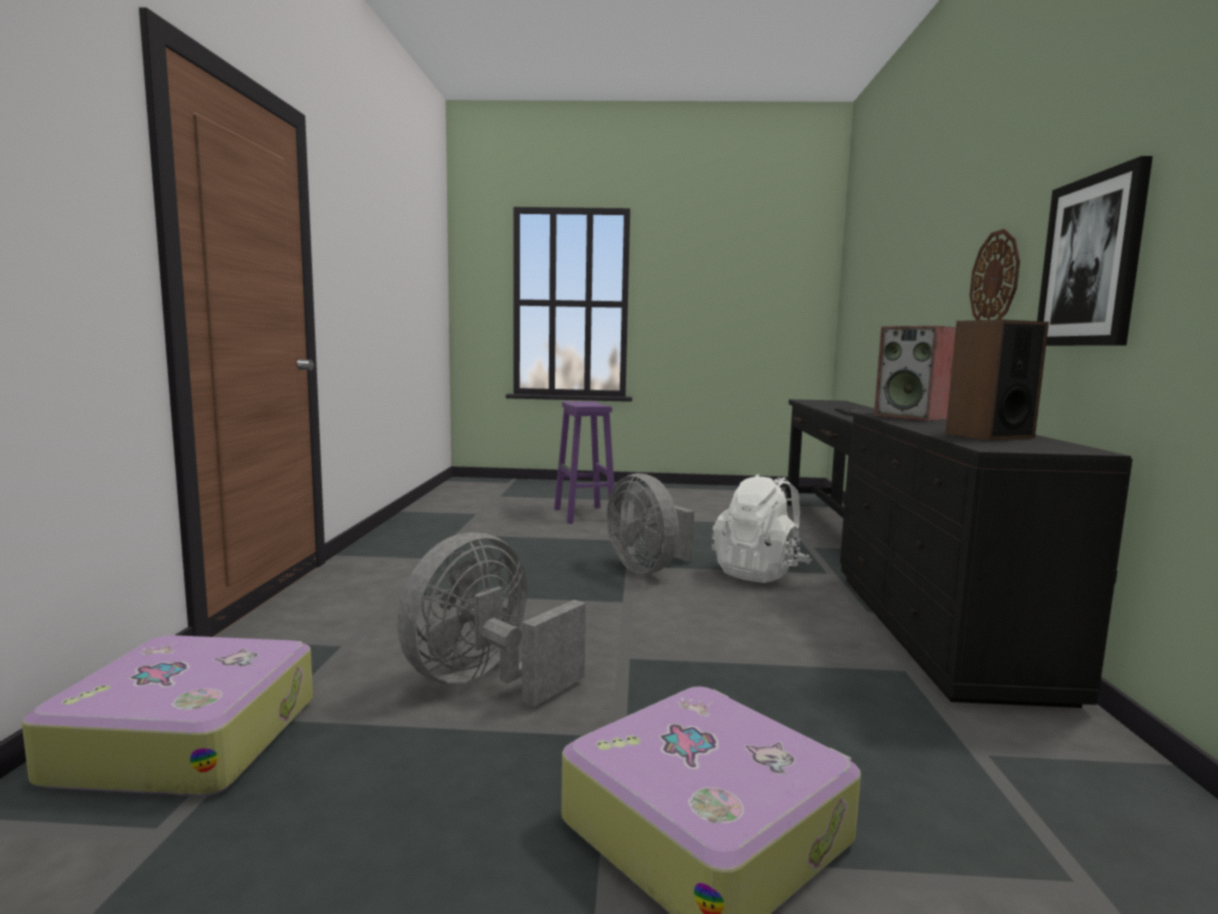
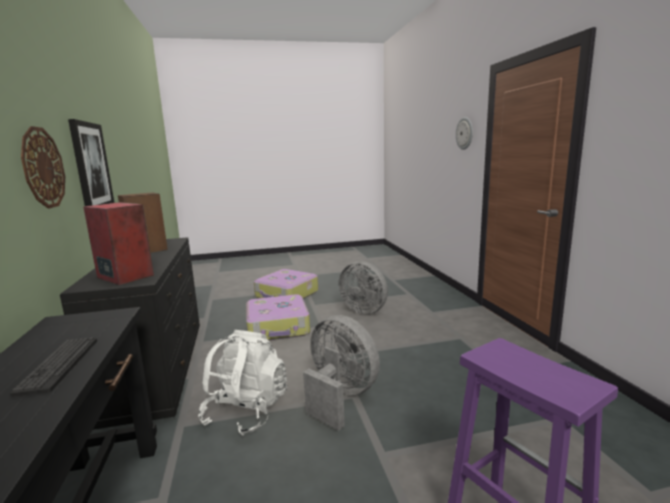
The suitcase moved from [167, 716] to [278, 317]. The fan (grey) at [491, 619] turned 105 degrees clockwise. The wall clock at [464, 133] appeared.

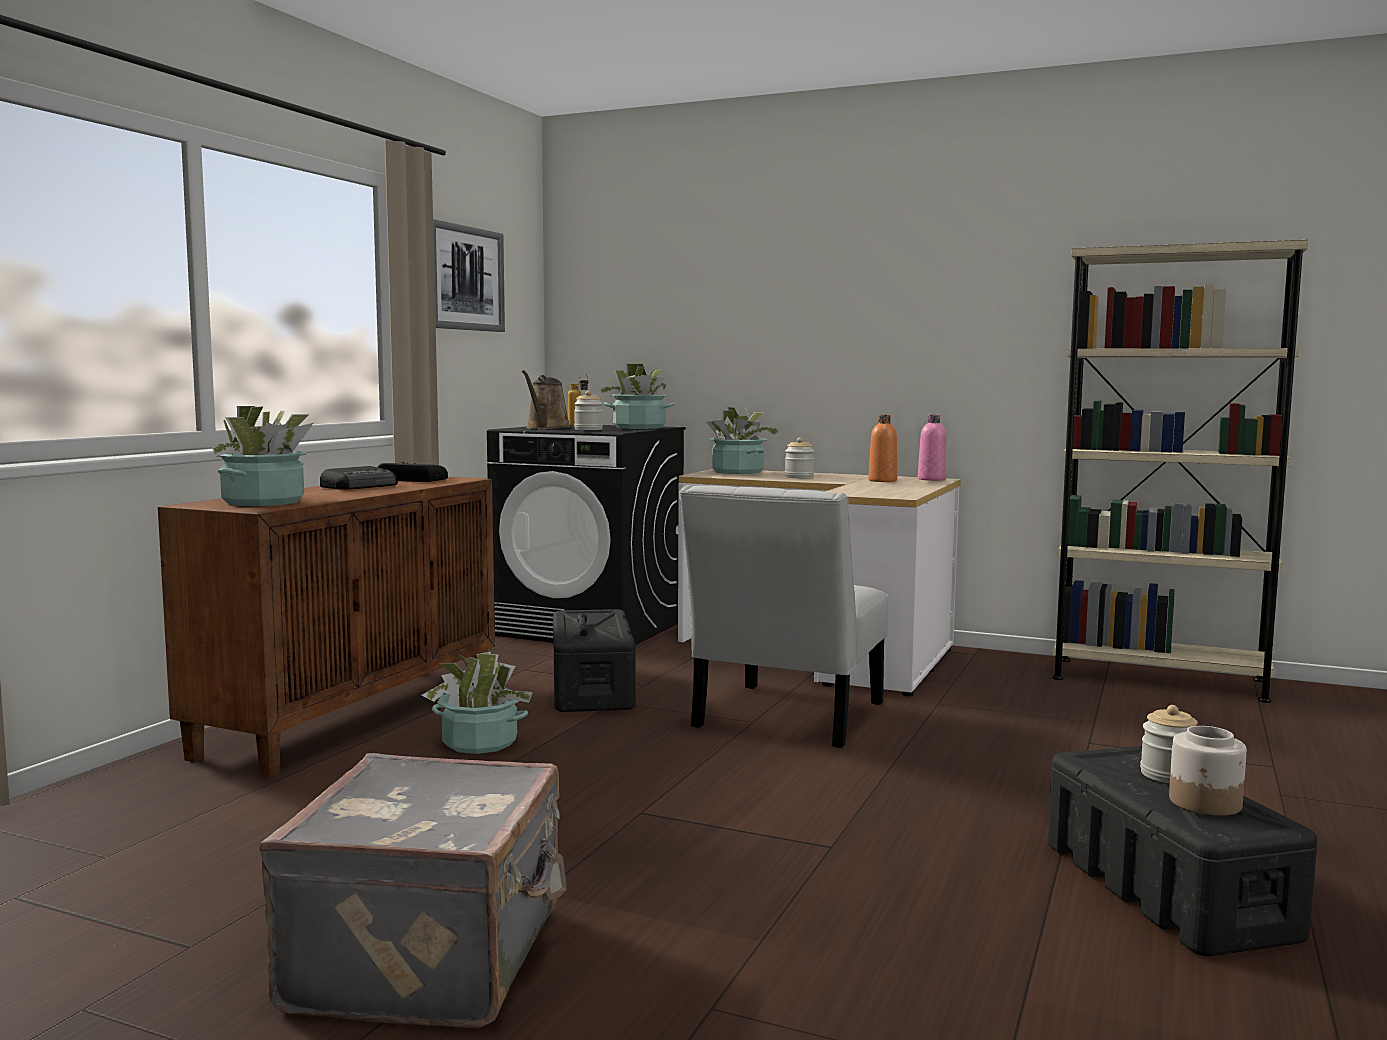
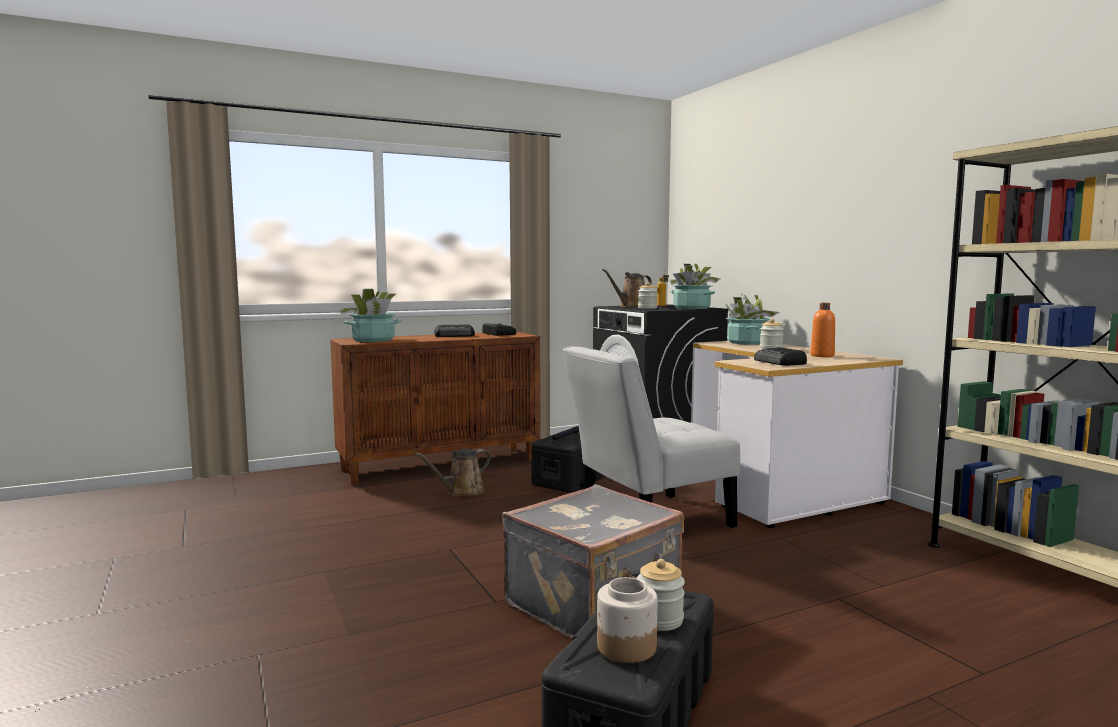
The suitcase (grey) moved from [413, 890] to [593, 561]. The potted plant at [477, 703] was replaced by the watering can (brown) at [453, 472]. The picture at [469, 275] disappeared. The bottle (pink) at [932, 447] disappeared. The radio at [780, 356] appeared.

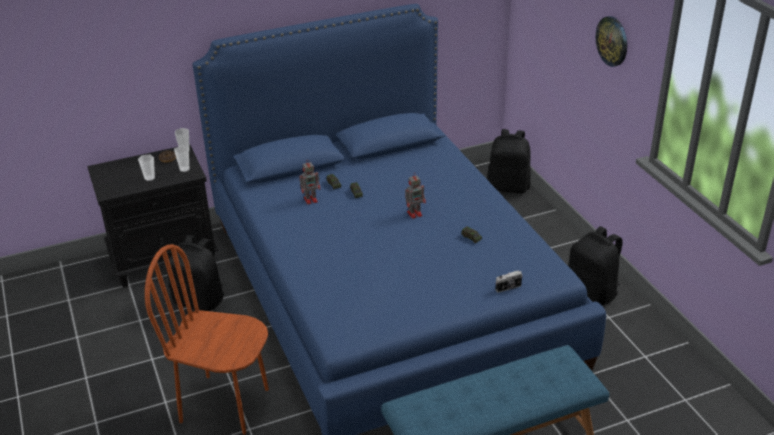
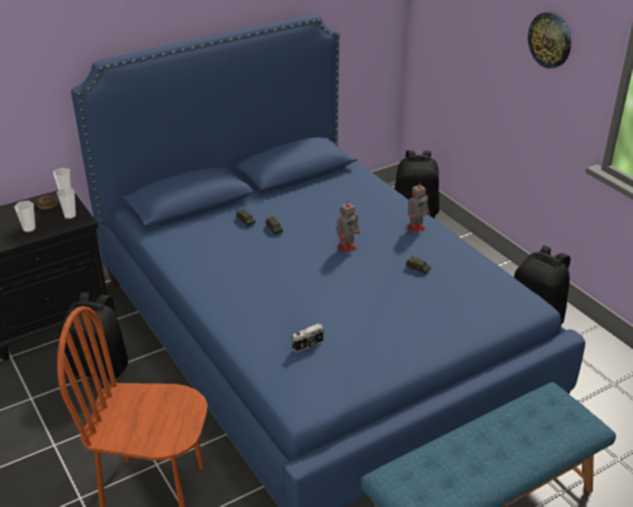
The toy robot moved from [309, 183] to [418, 208]. The photo camera moved from [509, 281] to [308, 338].

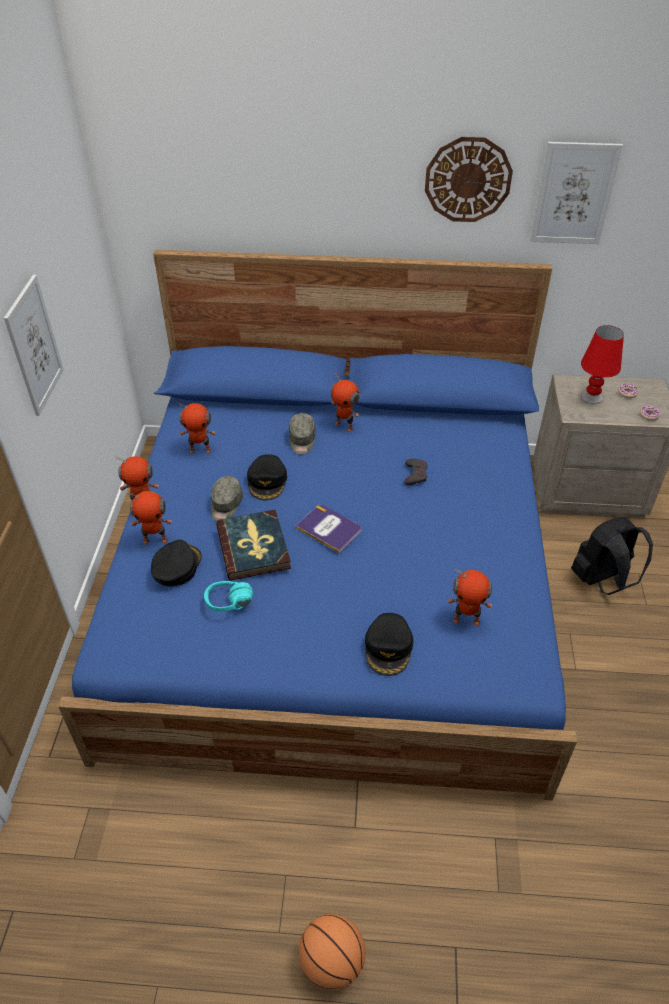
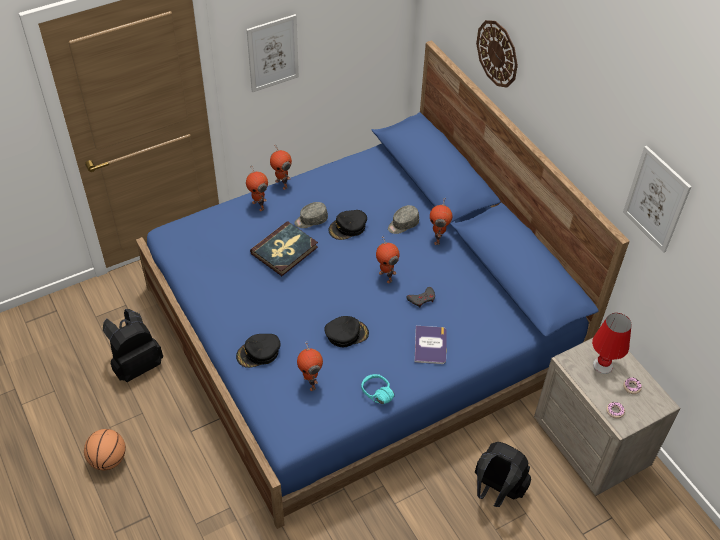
The cap (black) moved from [176, 563] to [346, 331]. The toy robot moved from [197, 426] to [388, 260]. The headphones (turquoise) moved from [228, 596] to [378, 389]. The book moved from [328, 529] to [431, 345]. The wall clock moved from [469, 179] to [497, 54]. The backpack (black) at [133, 345] appeared.

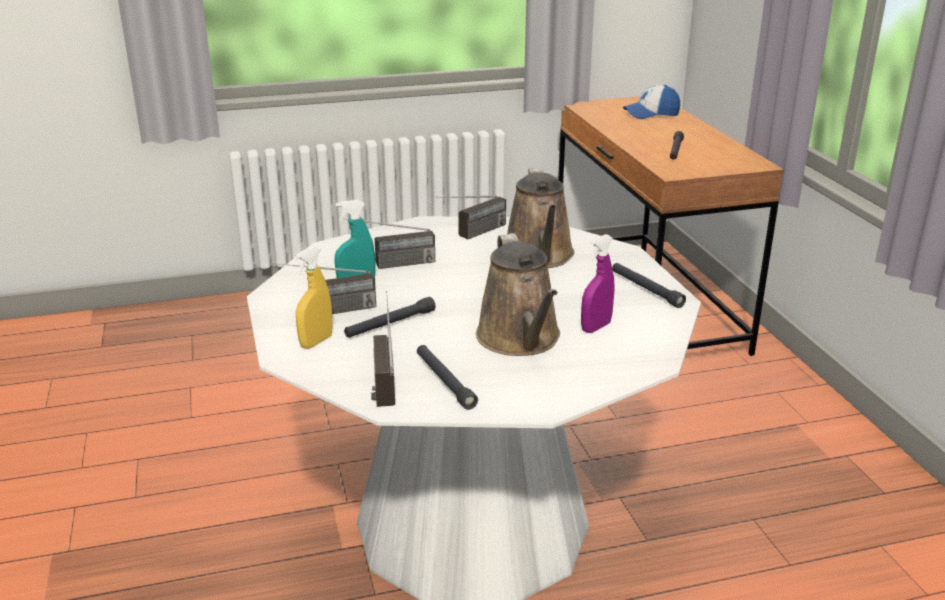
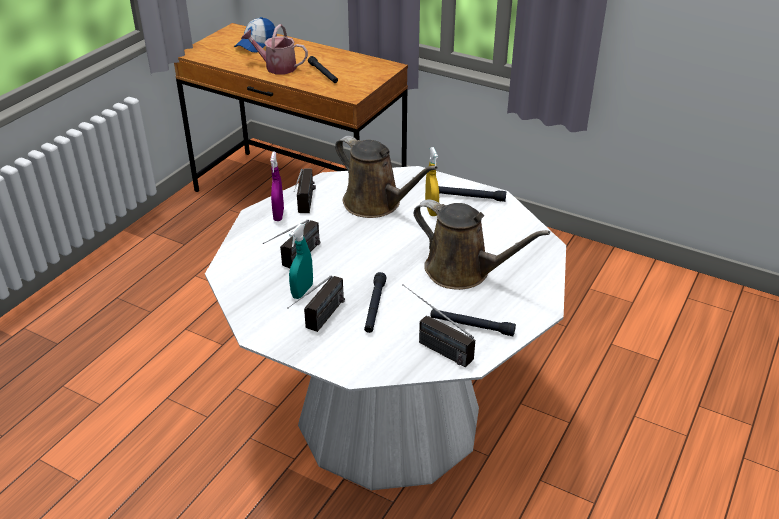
The spray bottle (yellow) moved from [314, 297] to [432, 181]. The spray bottle (purple) moved from [598, 283] to [277, 186]. The watering can at [274, 49] appeared.

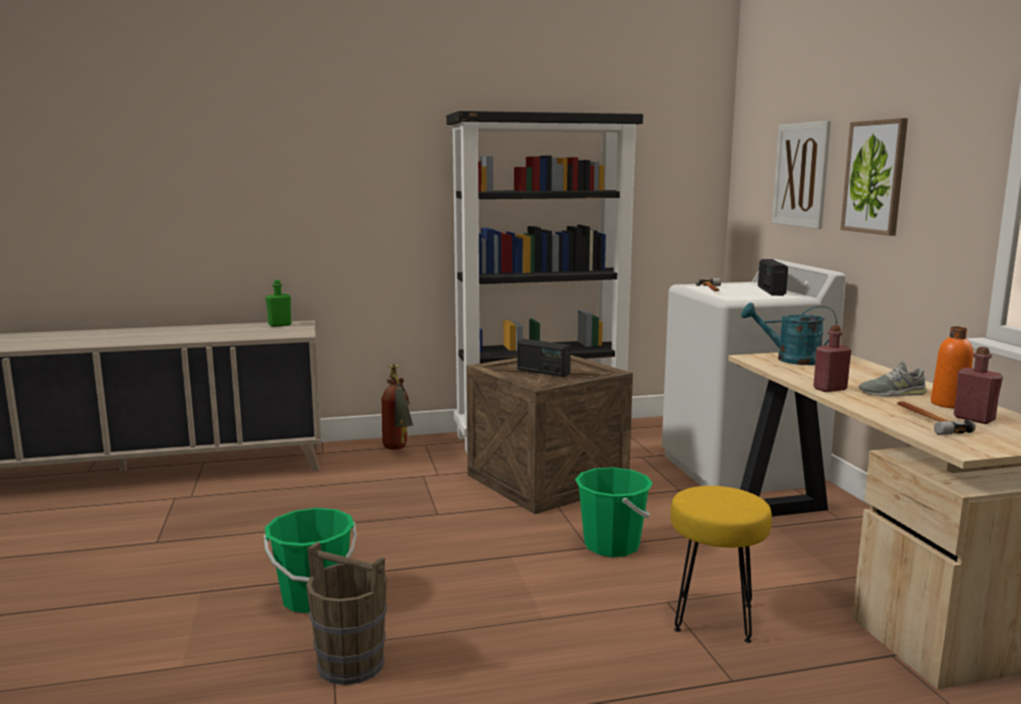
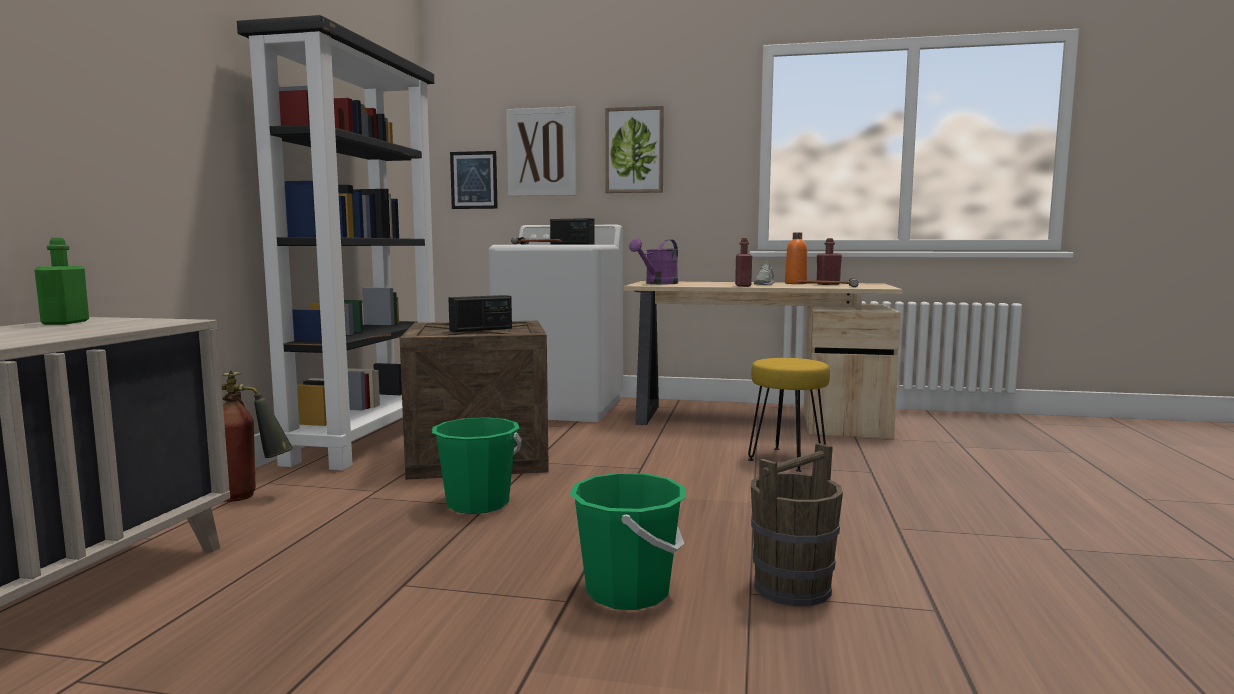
The bucket (green) moved from [614, 512] to [477, 465]. The watering can (turquoise) at [789, 334] became the watering can (purple) at [653, 261]. The picture at [474, 180] appeared.

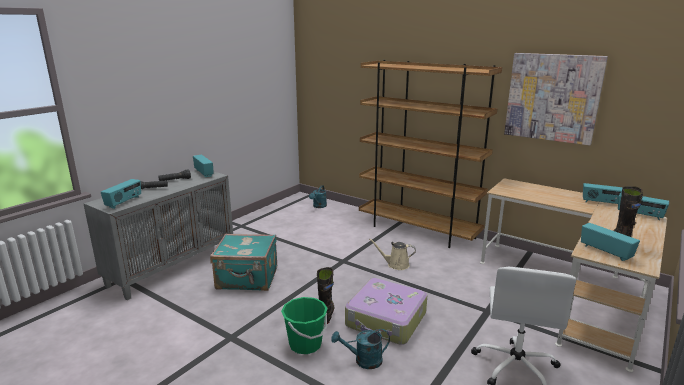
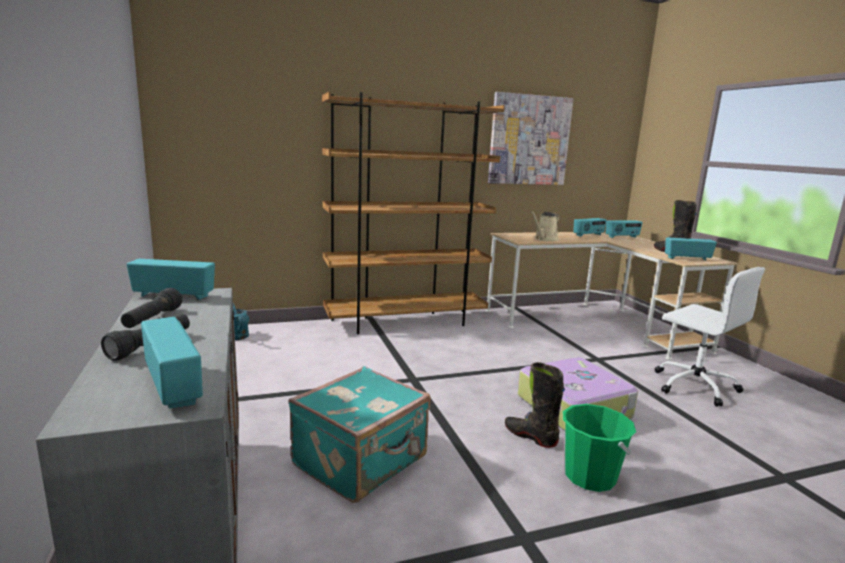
The watering can (turquoise) at [360, 349] disappeared. The watering can (beige) moved from [392, 254] to [544, 226].

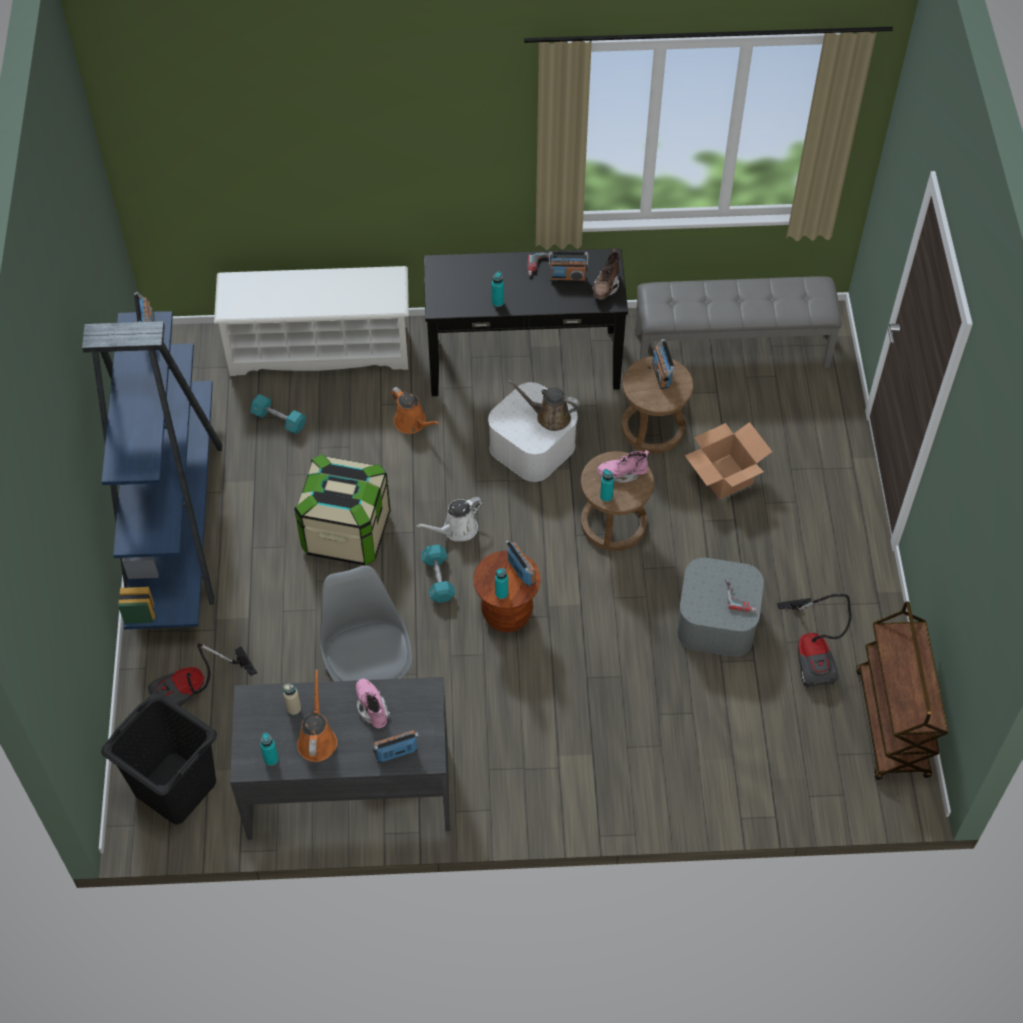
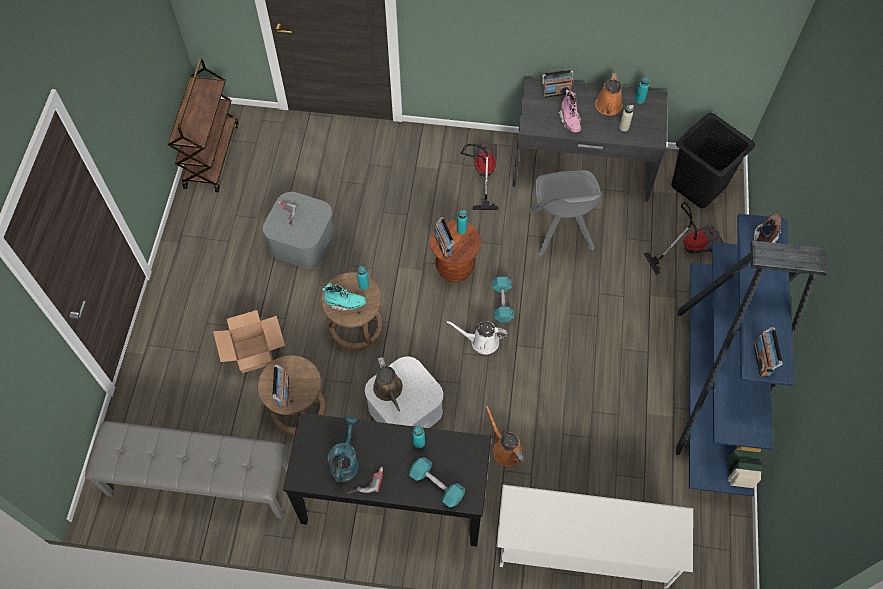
The dumbbell (turquoise) moved from [278, 414] to [437, 482]. The storage box at [342, 509] disappeared. The watering can (white) at [450, 519] turned 150 degrees counterclockwise. The watering can (brown) at [544, 405] turned 45 degrees clockwise. The radio at [568, 266] was replaced by the watering can (turquoise) at [343, 449]. The boot (brown) moved from [606, 274] to [768, 228]. The boot (pink) at [623, 466] became the boot (turquoise) at [344, 297]. The vacuum cleaner moved from [814, 641] to [479, 176].

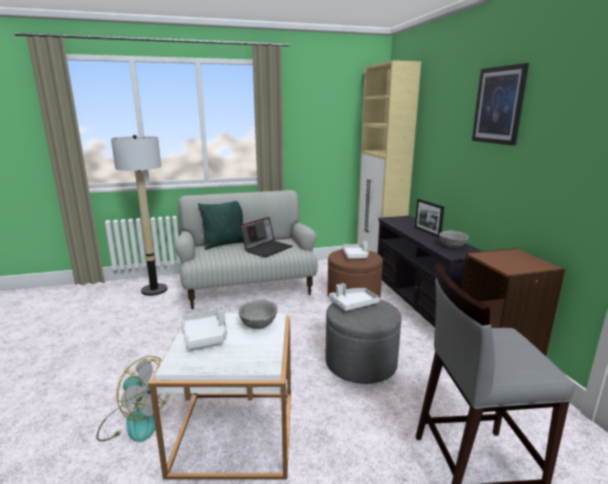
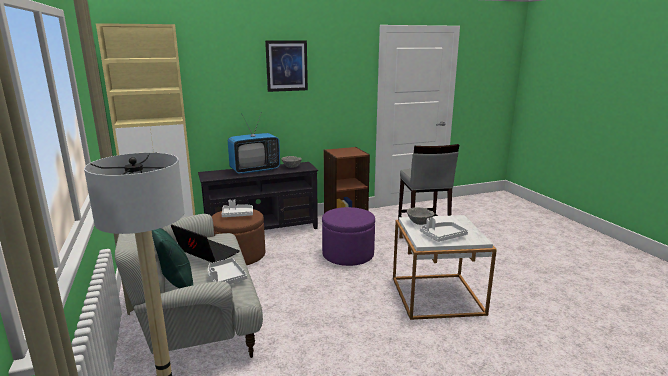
The fan at [133, 399] disappeared. The ottoman (grey) at [364, 341] became the ottoman (purple) at [348, 236]. The tray (white) moved from [354, 297] to [227, 271]. The picture frame at [429, 218] was replaced by the television at [254, 144].

